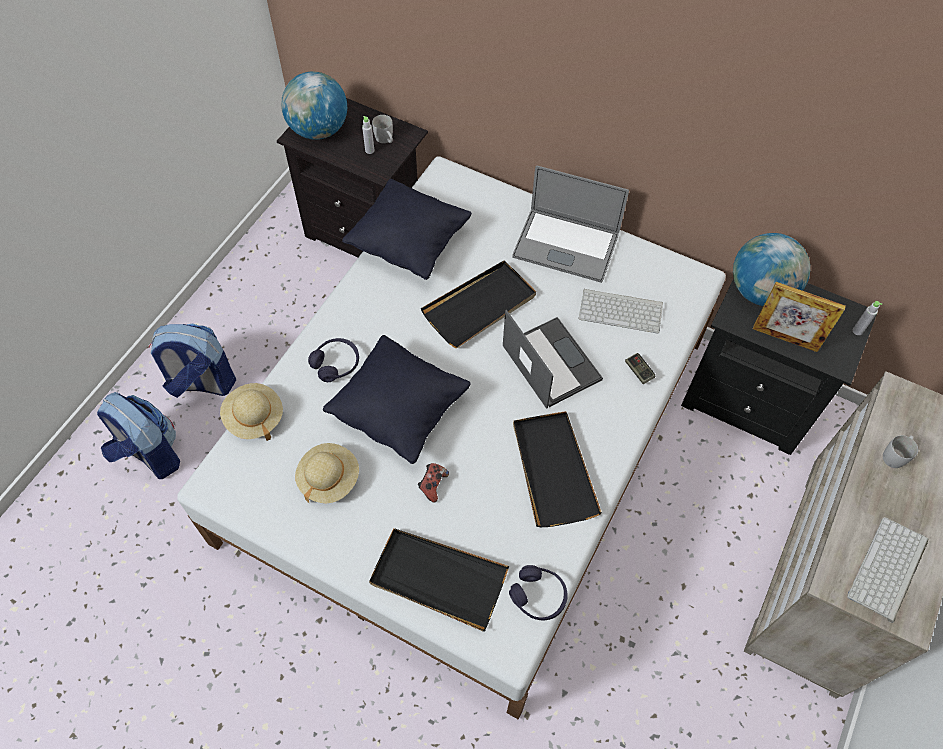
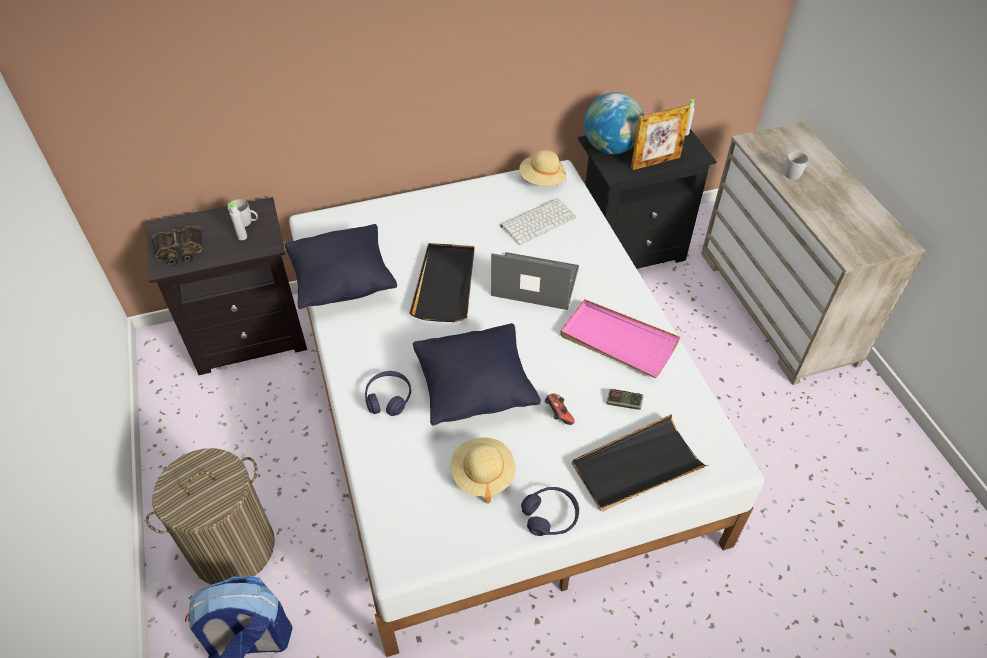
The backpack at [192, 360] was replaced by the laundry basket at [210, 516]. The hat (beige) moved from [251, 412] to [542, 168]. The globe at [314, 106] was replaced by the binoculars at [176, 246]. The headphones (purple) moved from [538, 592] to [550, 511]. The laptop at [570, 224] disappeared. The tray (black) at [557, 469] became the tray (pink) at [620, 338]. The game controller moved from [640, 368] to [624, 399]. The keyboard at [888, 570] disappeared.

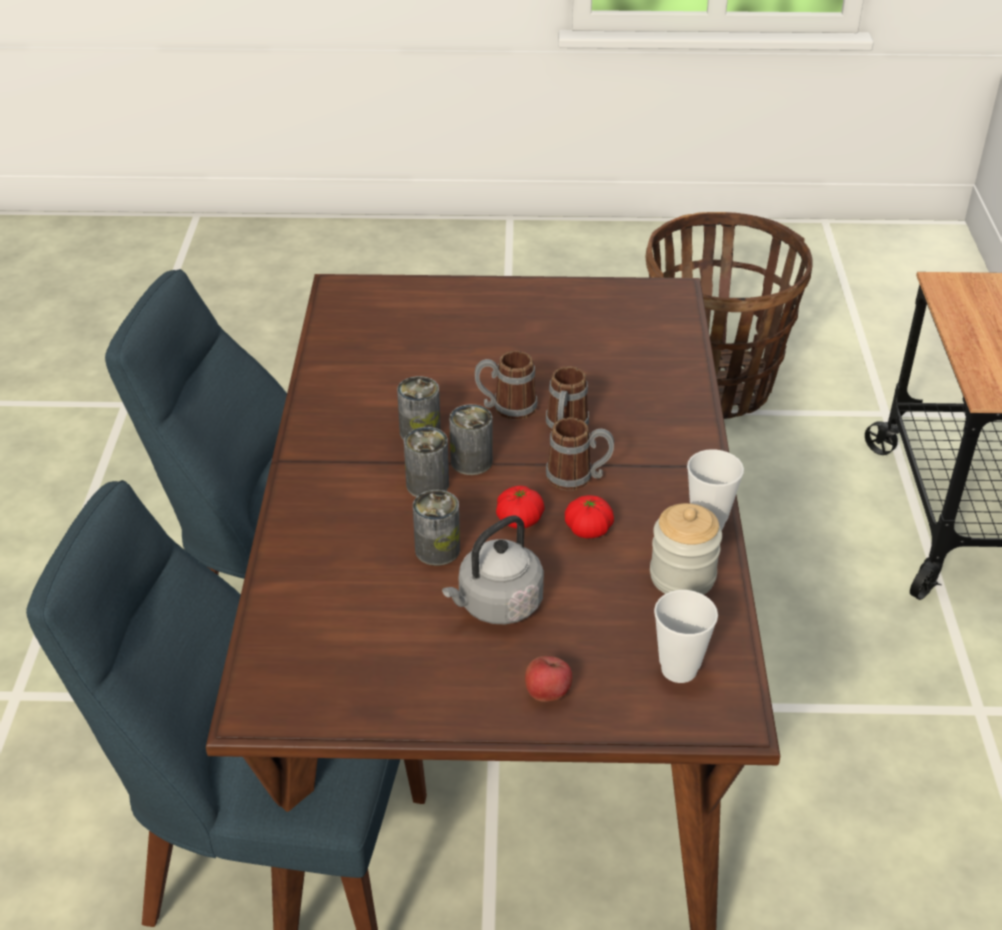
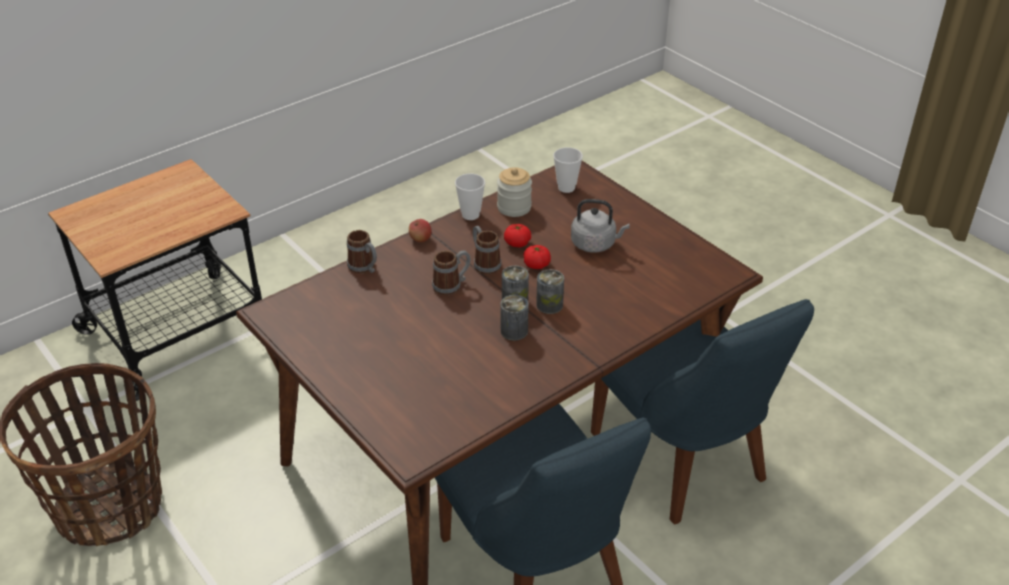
The can at [436, 528] disappeared. The mug moved from [506, 385] to [362, 252]. The apple moved from [548, 679] to [420, 230].

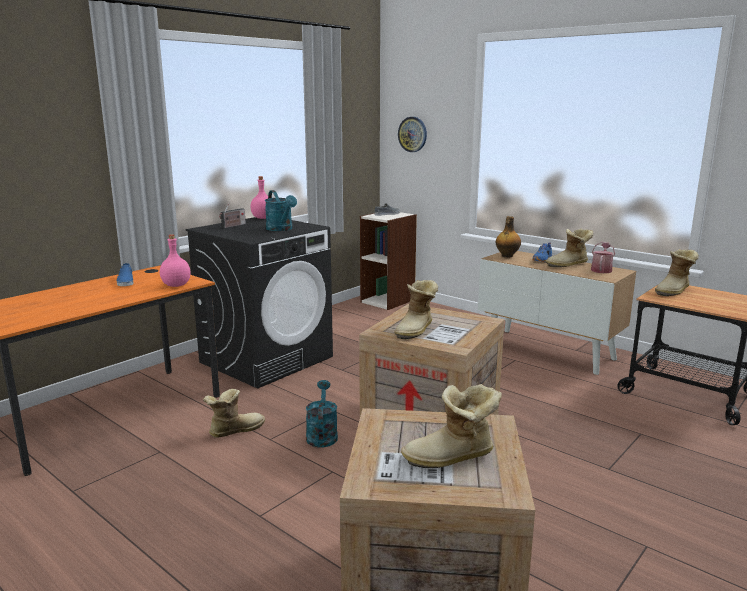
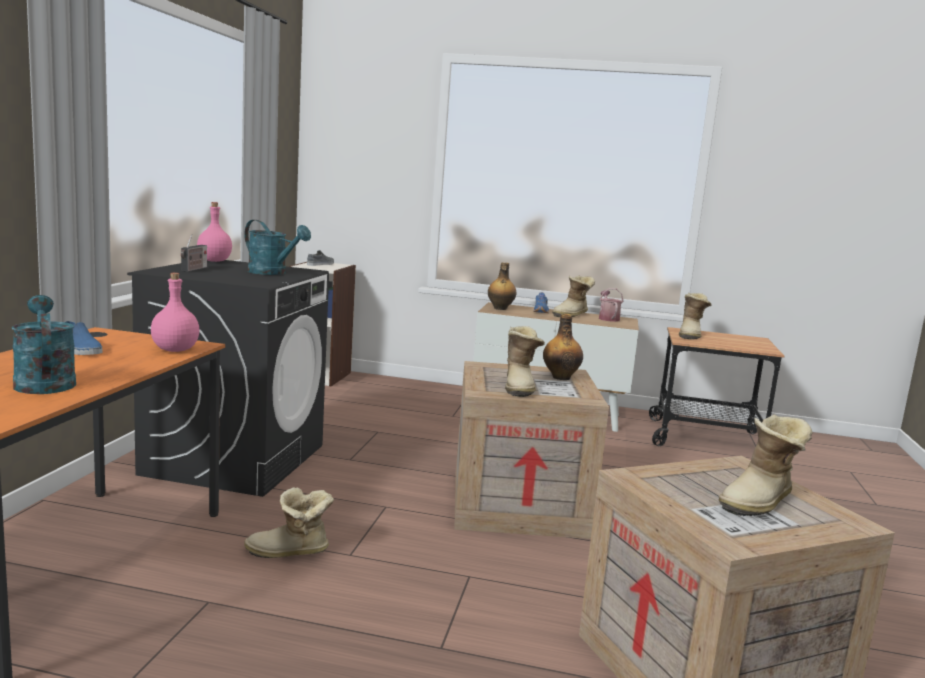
The boot at [234, 413] turned 120 degrees counterclockwise. The watering can (turquoise) moved from [322, 414] to [44, 344]. The wall clock at [412, 134] disappeared. The bottle at [563, 347] appeared.

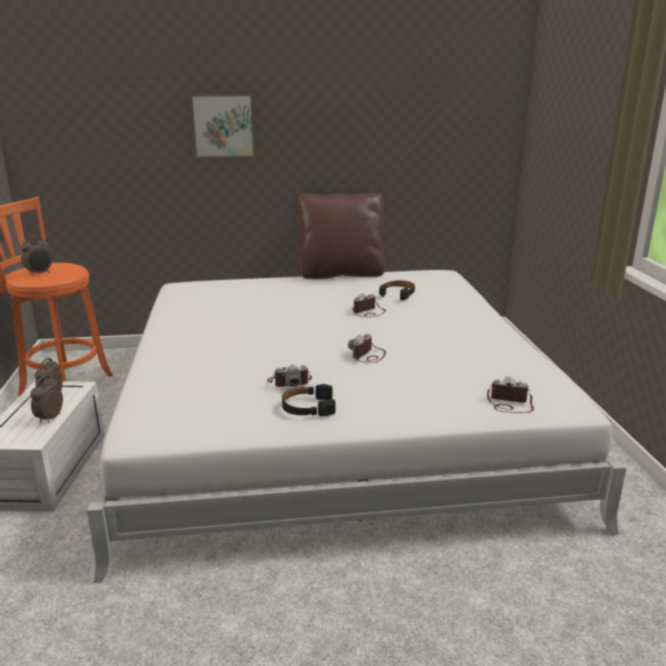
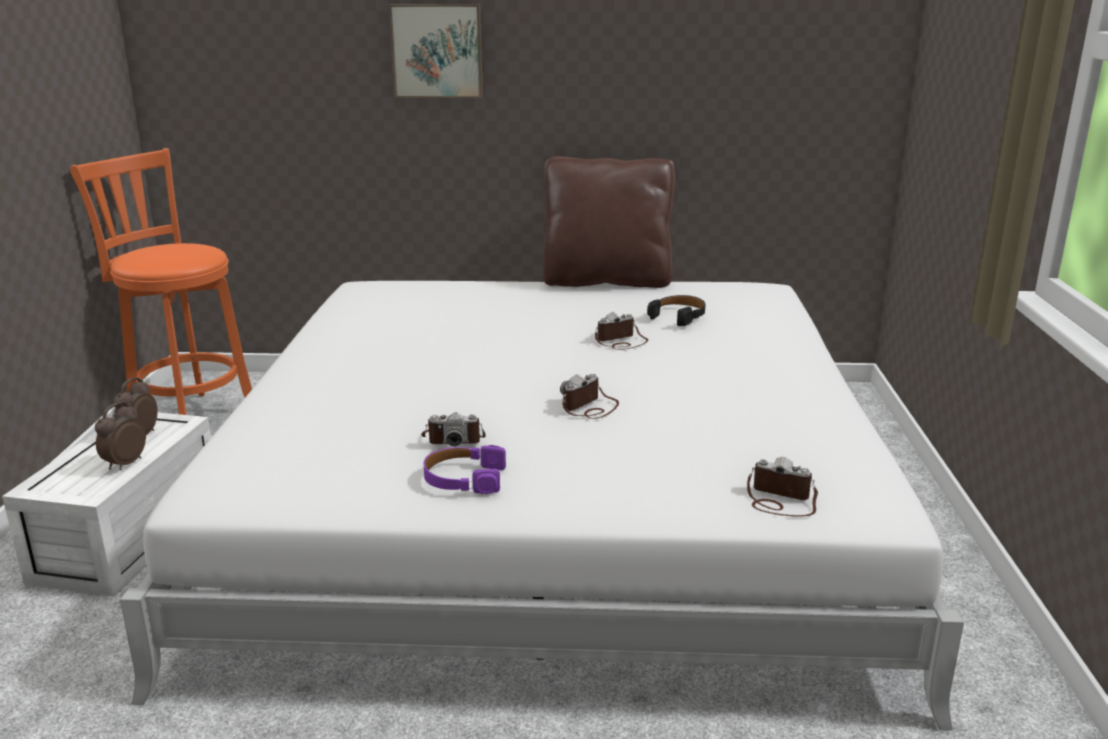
The alarm clock at [36, 256] disappeared. The headphones (black) at [308, 400] became the headphones (purple) at [465, 469].

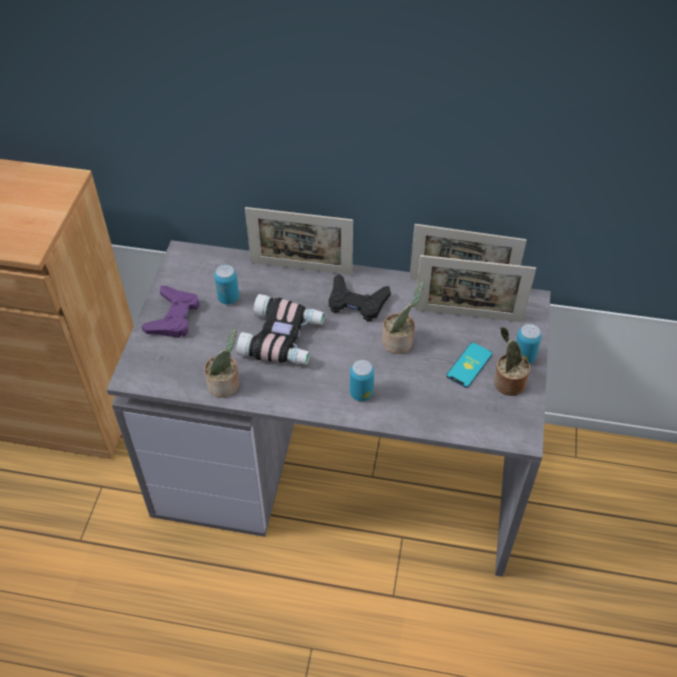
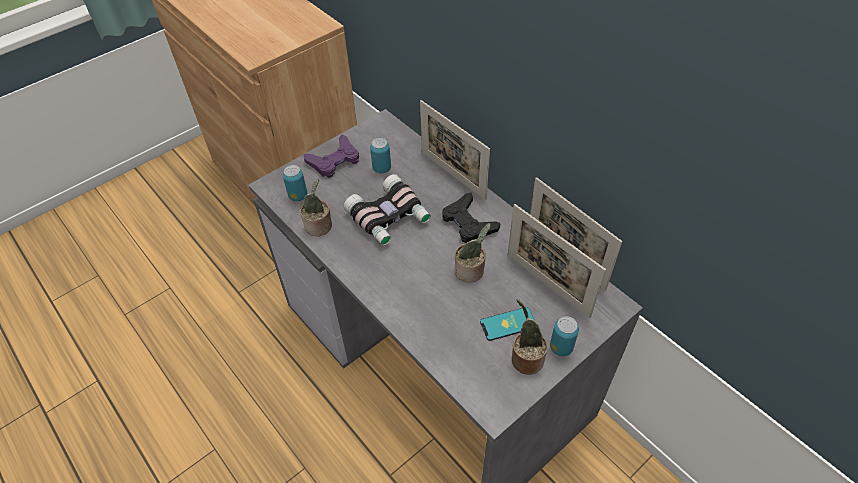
The can moved from [362, 380] to [295, 183].

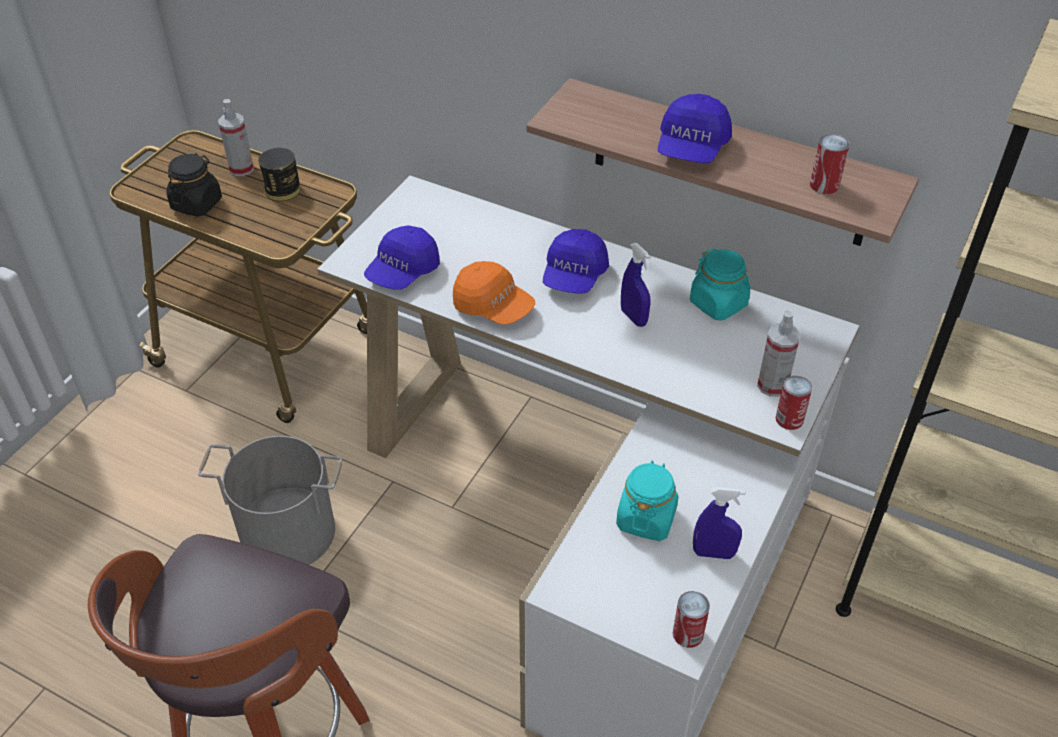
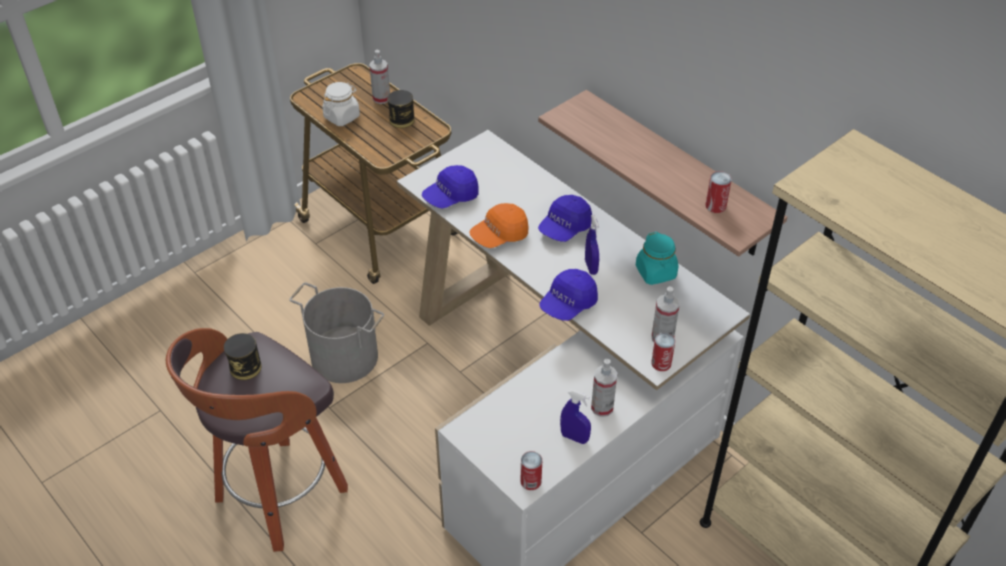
The jar (black) at [194, 185] became the jar (white) at [341, 104]. The cap (orange) at [494, 293] turned 90 degrees clockwise. The jar (turquoise) at [647, 500] disappeared. The cap (blue) moved from [695, 128] to [569, 295]. The can at [243, 356] appeared. The spray bottle at [604, 388] appeared.

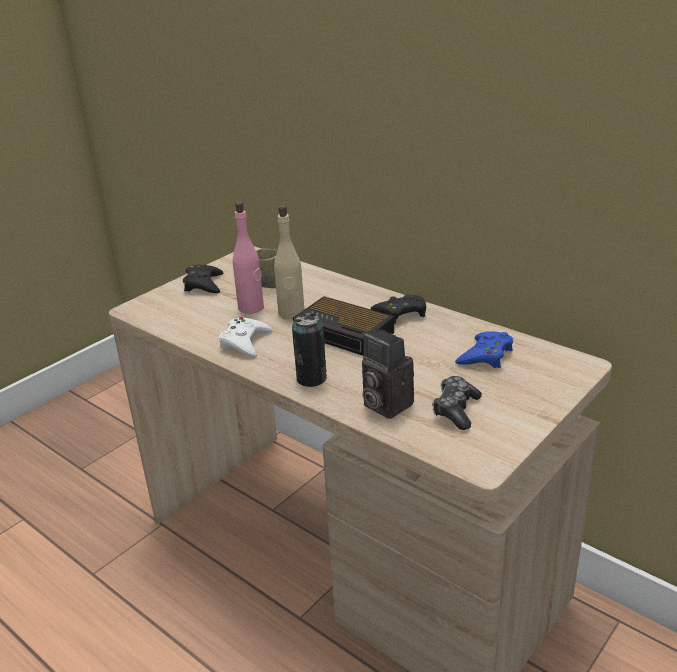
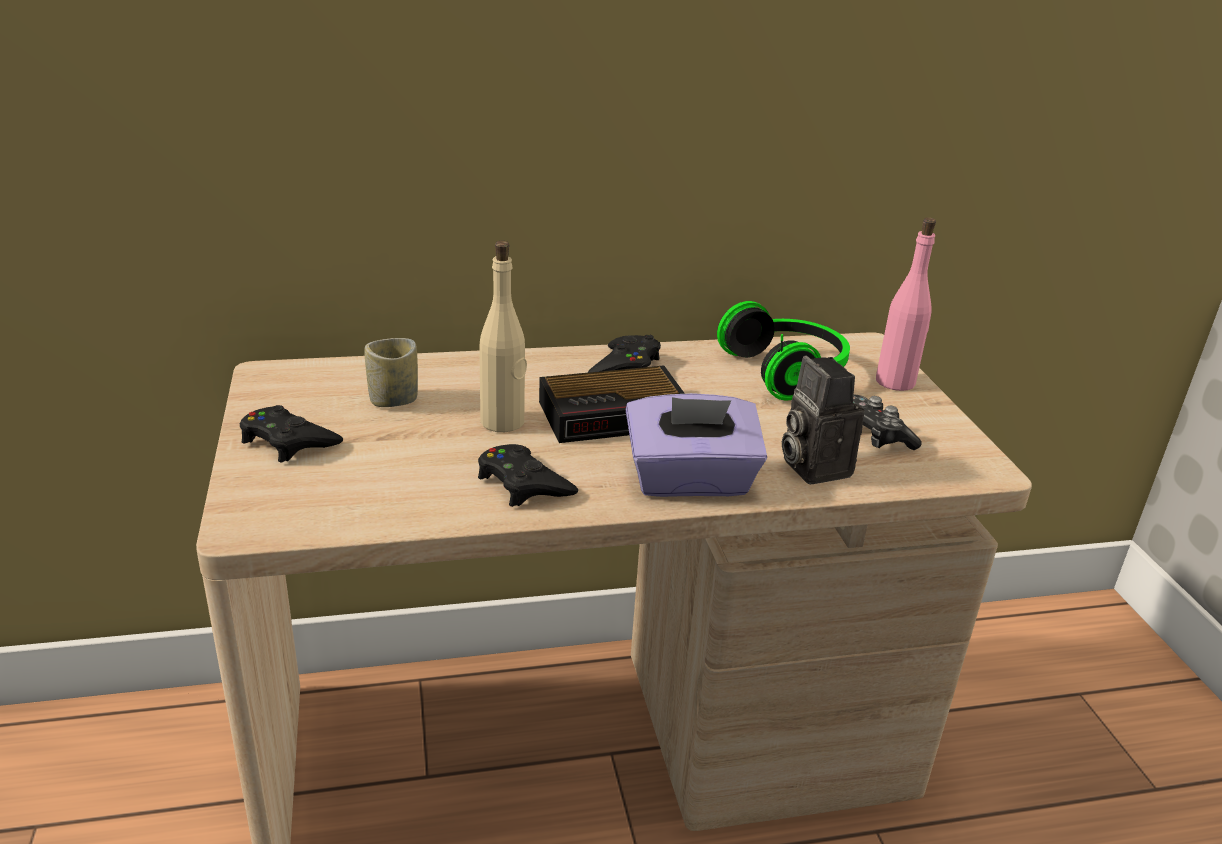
The game controller (white) at [246, 337] became the game controller (black) at [528, 475]. The bottle (pink) moved from [248, 257] to [906, 304]. The can at [309, 350] was replaced by the tissue box (purple) at [696, 445]. The photo camera at [388, 374] turned 75 degrees clockwise. The game controller (blue) at [484, 349] was replaced by the headphones at [783, 351].

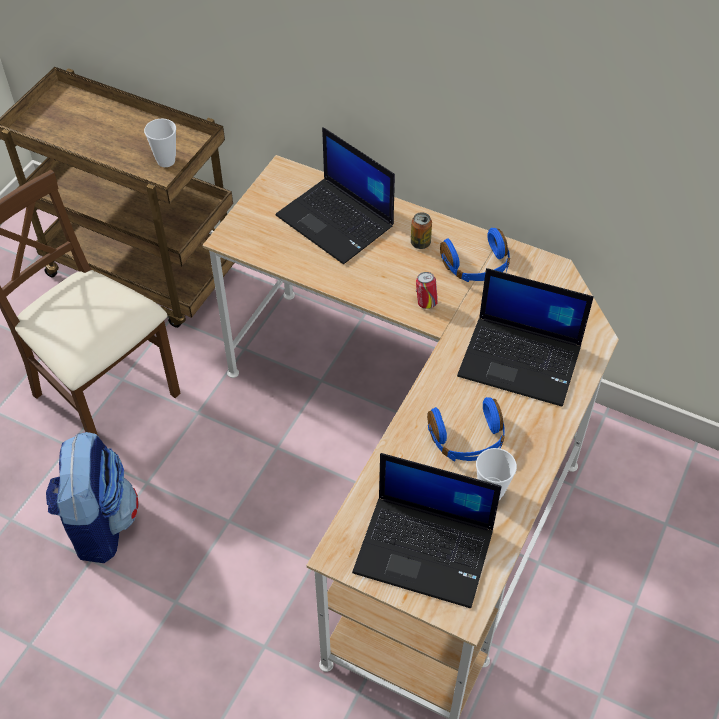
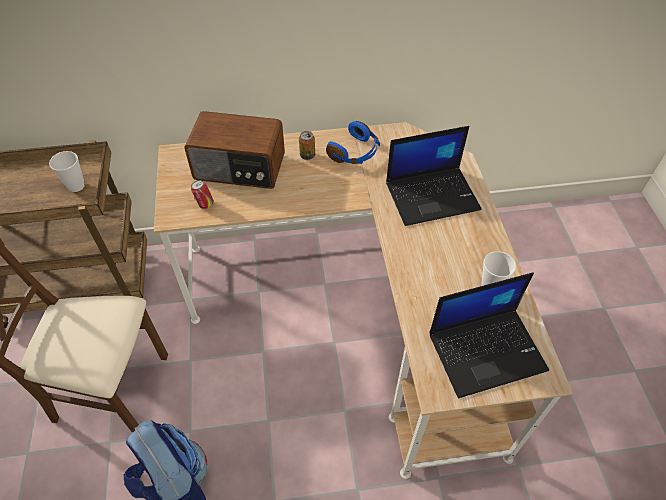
The laptop at [335, 195] was replaced by the radio at [234, 150]. The can moved from [427, 290] to [202, 194]. The headphones (blue) at [466, 429] disappeared.

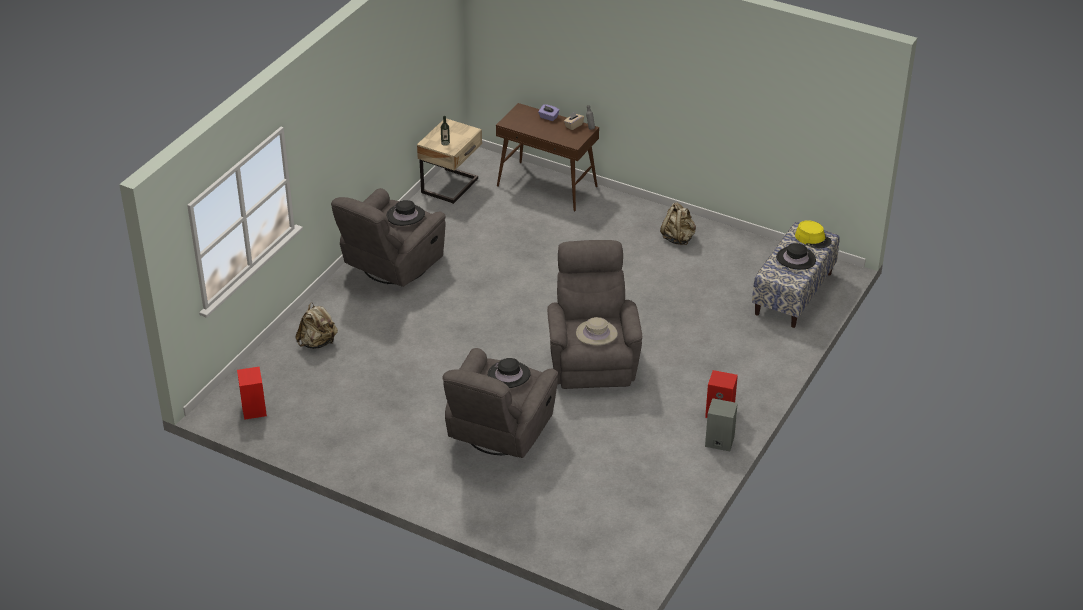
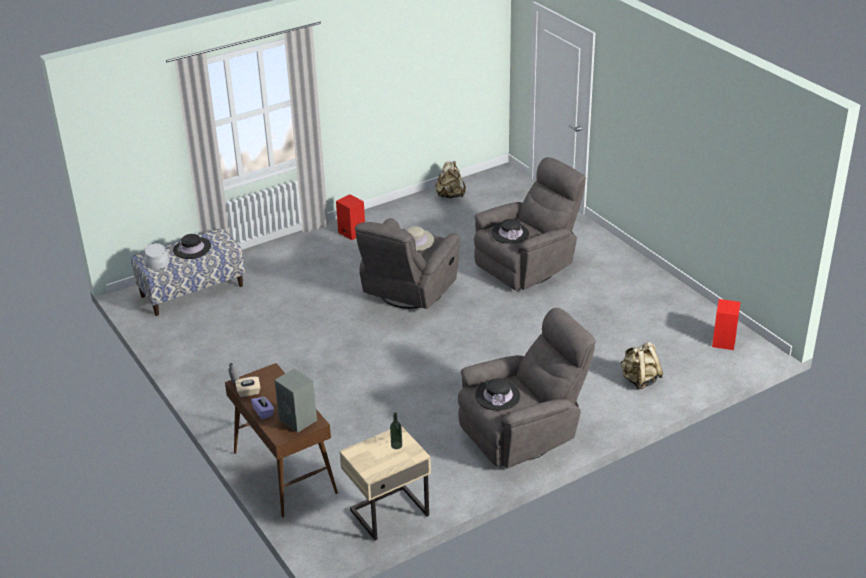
The backpack (beige) moved from [678, 223] to [451, 179]. The speaker (grey) moved from [721, 424] to [296, 400]. The hat (yellow) at [813, 234] became the hat (grey) at [156, 256].

